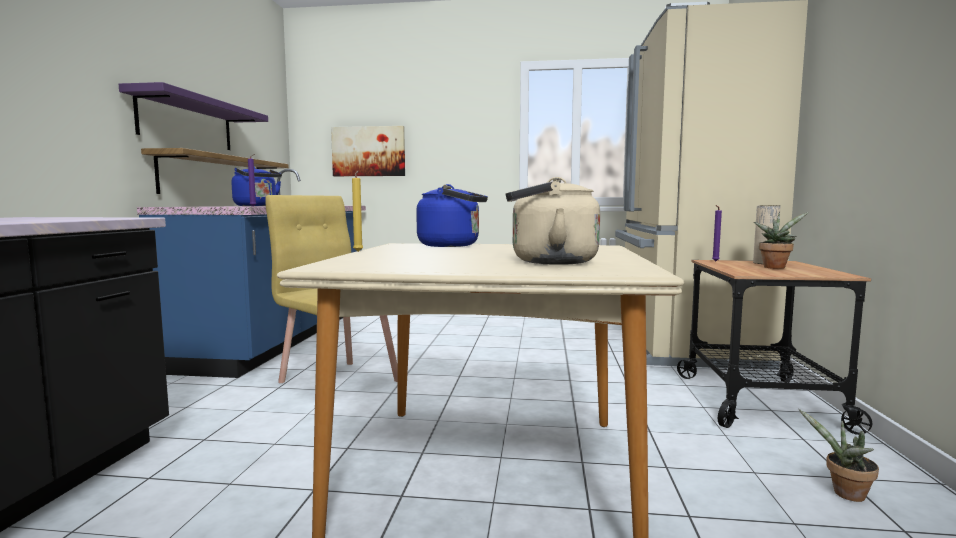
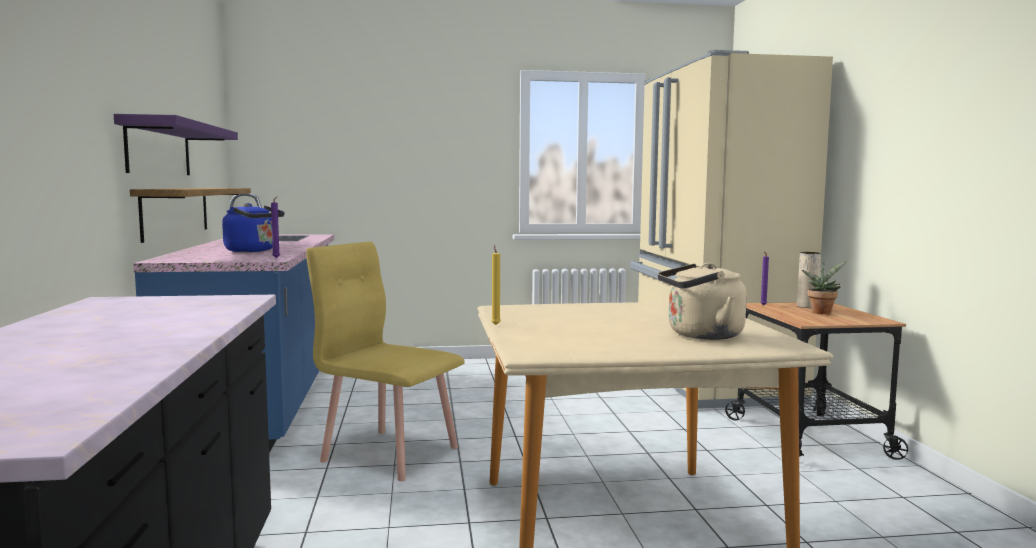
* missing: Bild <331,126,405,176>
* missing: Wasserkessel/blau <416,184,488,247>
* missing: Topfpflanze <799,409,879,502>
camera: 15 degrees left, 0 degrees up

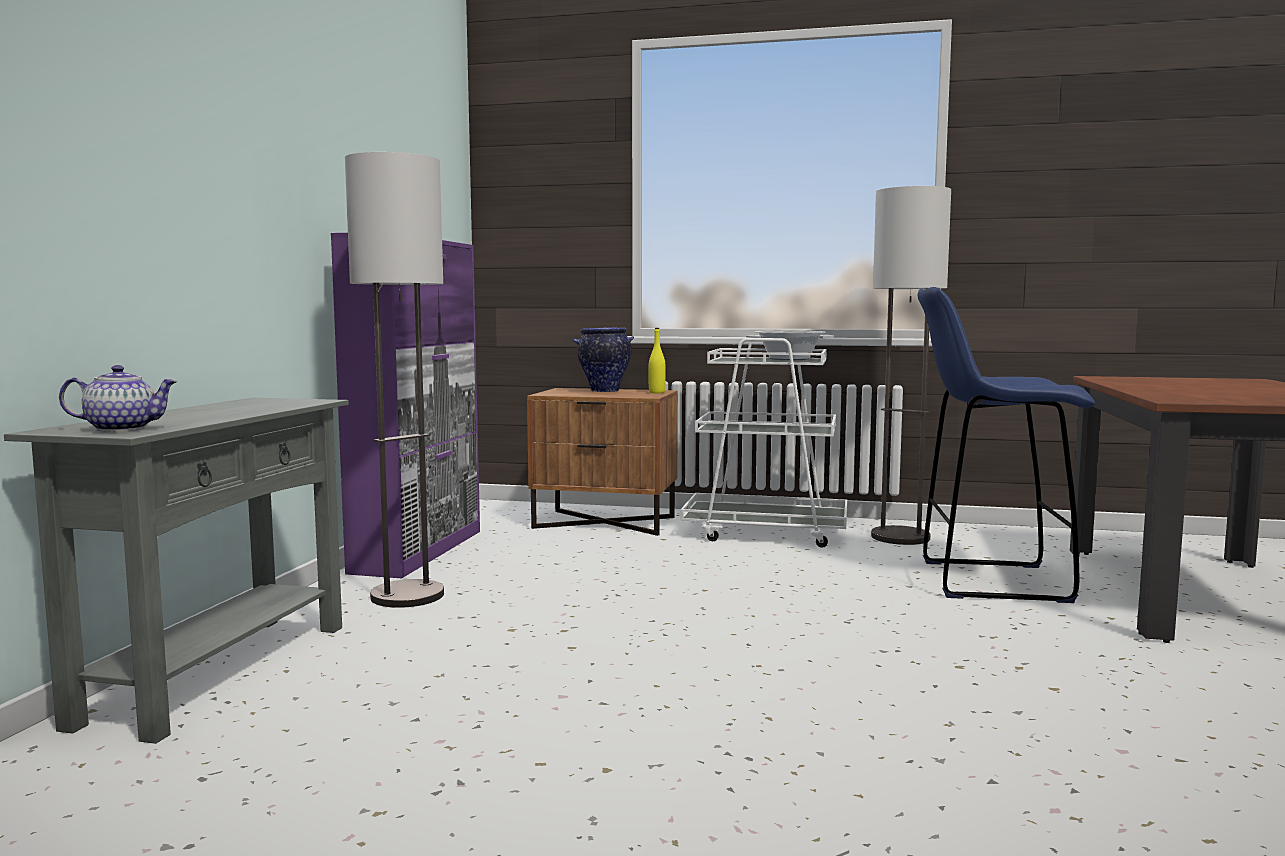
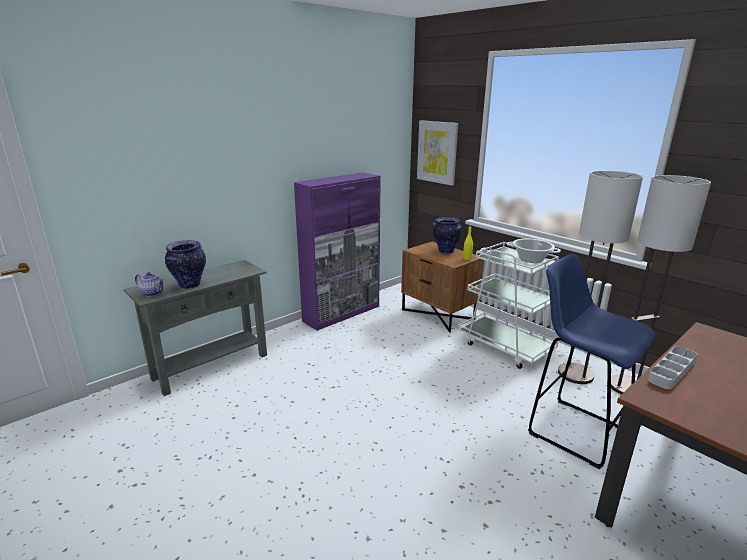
* relocated: Stehlampe <345,152,444,608> to <611,175,711,395>
* appeared: Bild <417,120,458,185>
* appeared: Vase <165,240,206,289>
* appeared: Tablett/grau <648,346,698,389>
camera: 35 degrees right, 15 degrees up

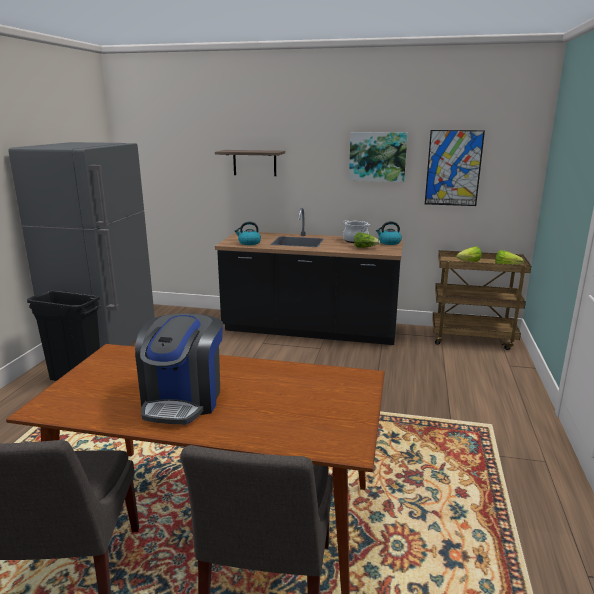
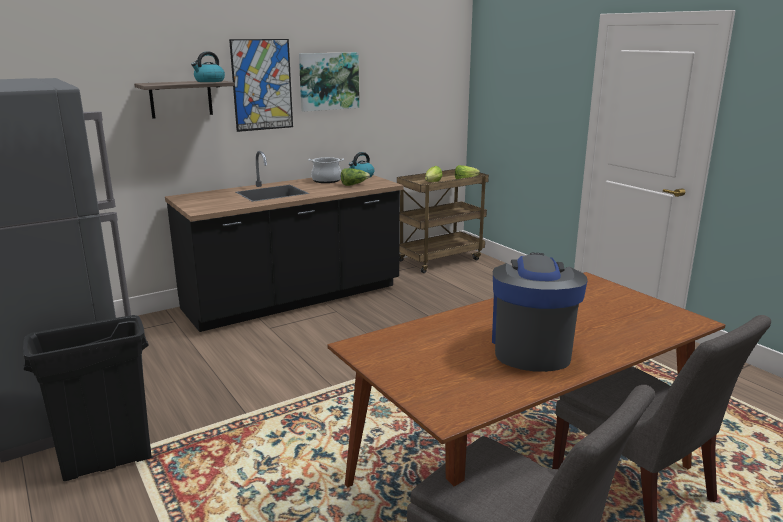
* relocated: Bild <425,130,485,206> to <229,39,293,132>
* relocated: Wasserkessel <235,222,261,245> to <191,51,225,82>
* spun: Kaffeemaschine <135,313,223,425> = <492,253,588,372> 135 degrees counterclockwise
camera: 45 degrees left, 0 degrees up

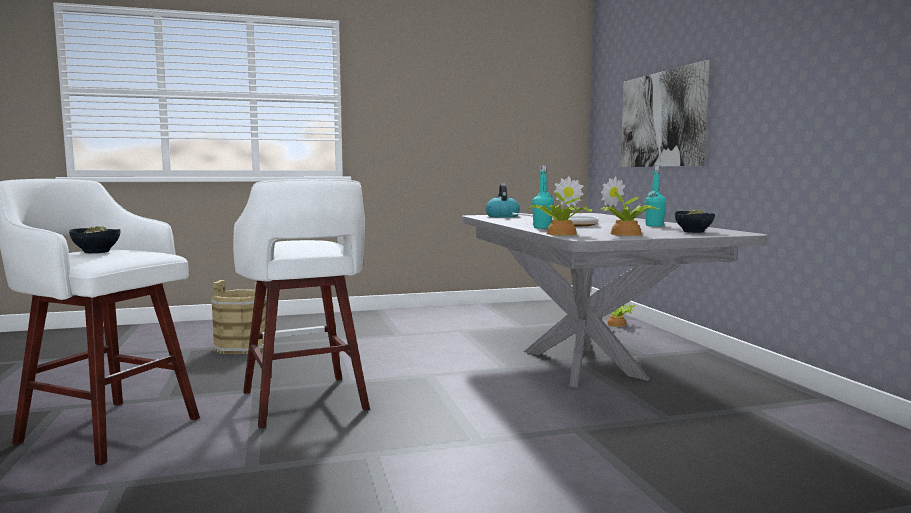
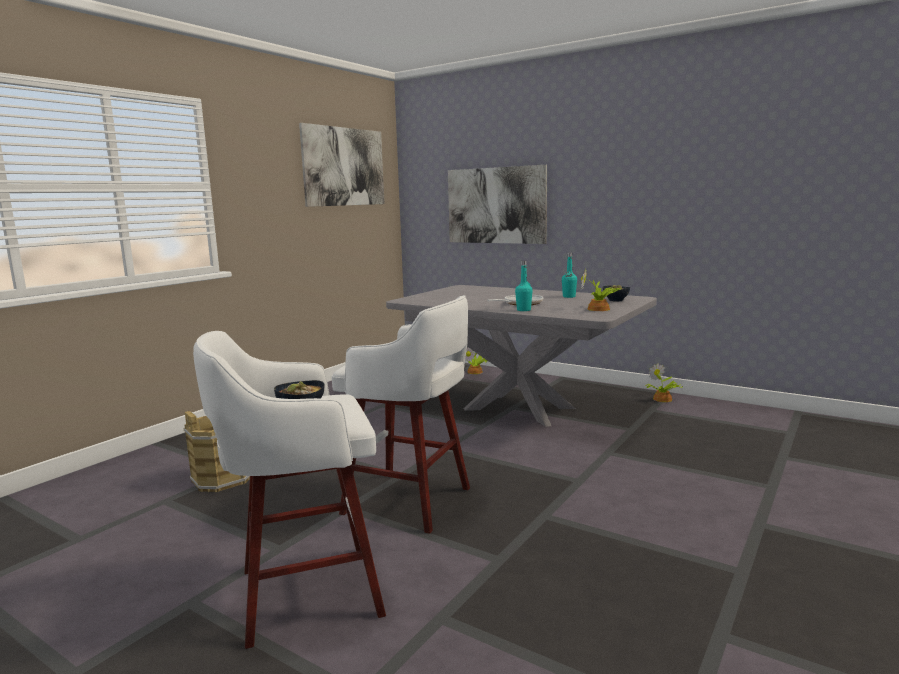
* relocated: Topfpflanze <528,176,592,236> to <645,363,683,402>
* missing: Wasserkessel <486,184,520,218>
* appeared: Bild <299,123,385,207>
camera: 40 degrees left, 5 degrees up

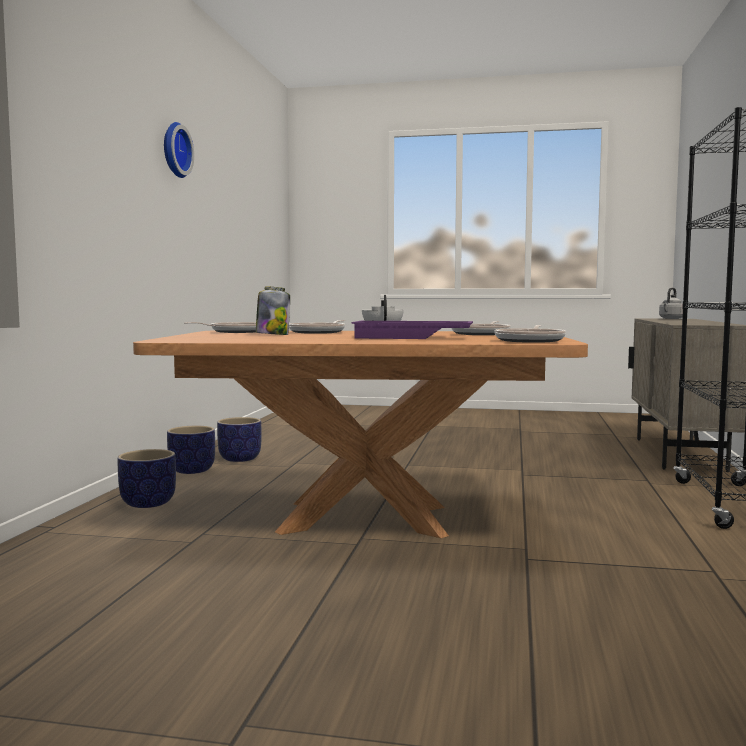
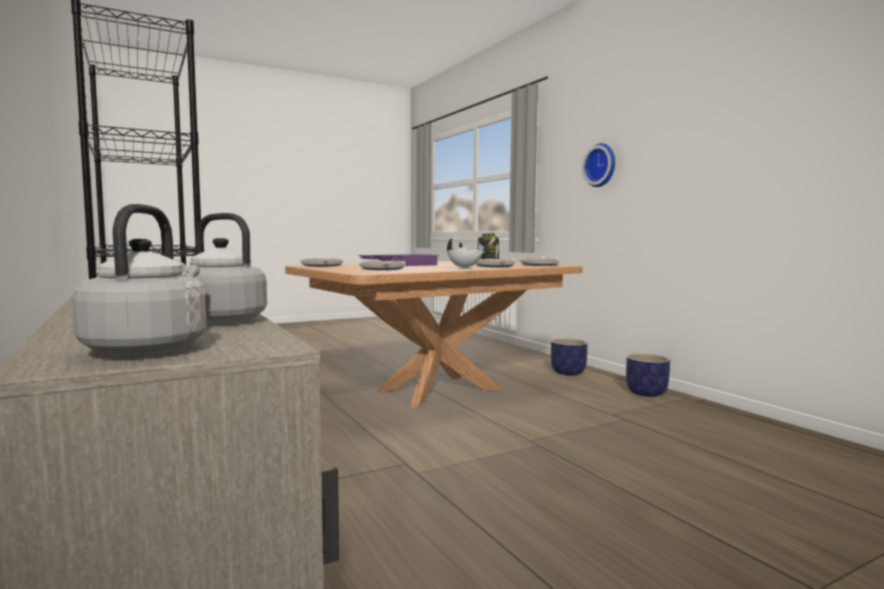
* relocated: Wanduhr <164,122,194,178> to <582,143,615,187>
* missing: Pflanzkübel <217,417,262,462>
* appeared: Wasserkessel/grau <175,213,267,324>
camera: 140 degrees right, 0 degrees up

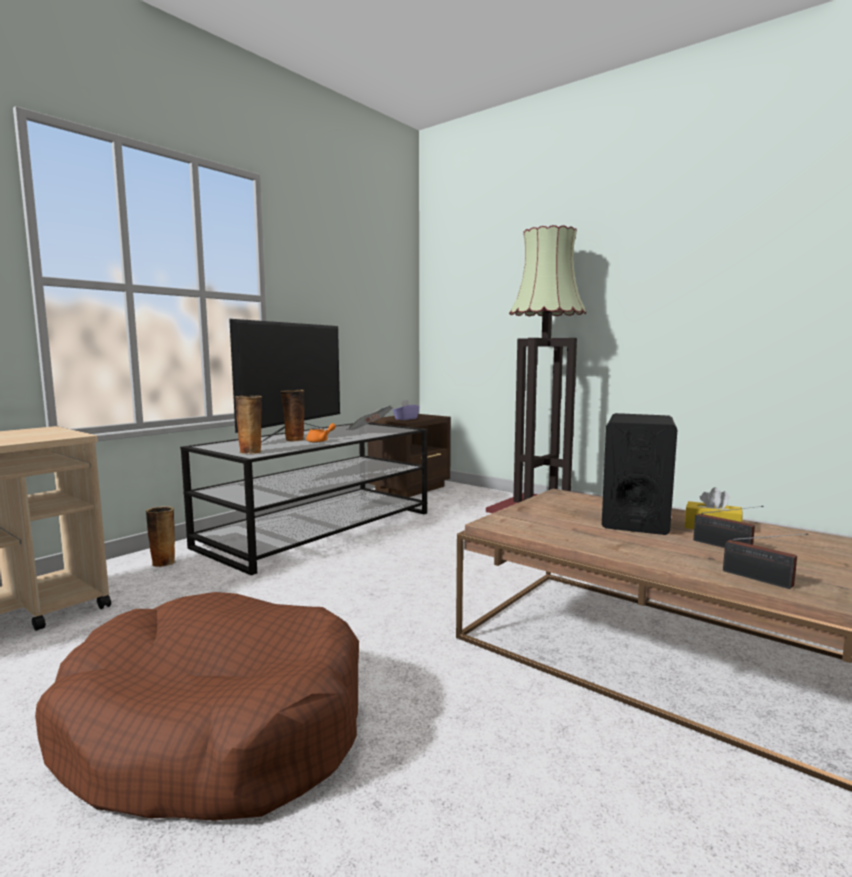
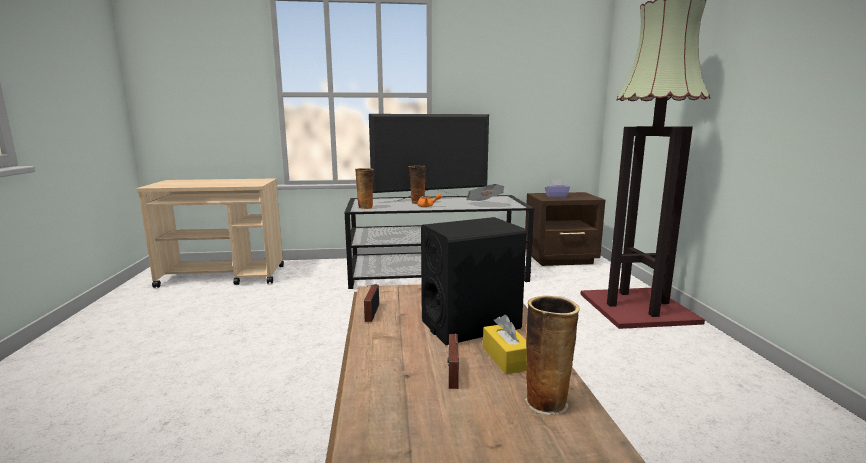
* relocated: Vase <146,506,176,567> to <524,296,580,415>
* relocated: Radio <723,533,808,589> to <364,284,379,322>
* missing: Hundebett/braun <35,592,359,821>
camera: 45 degrees right, 5 degrees up

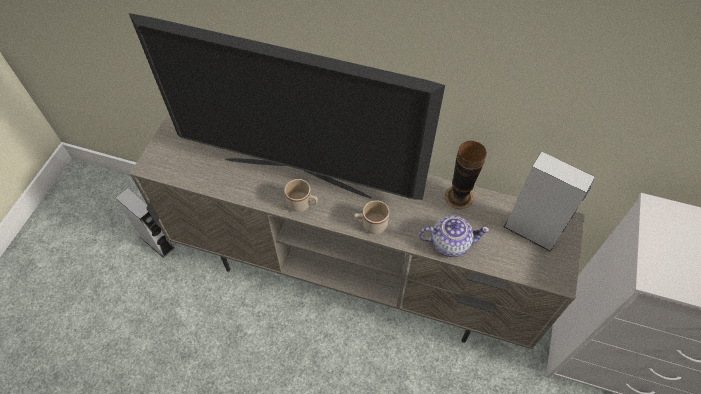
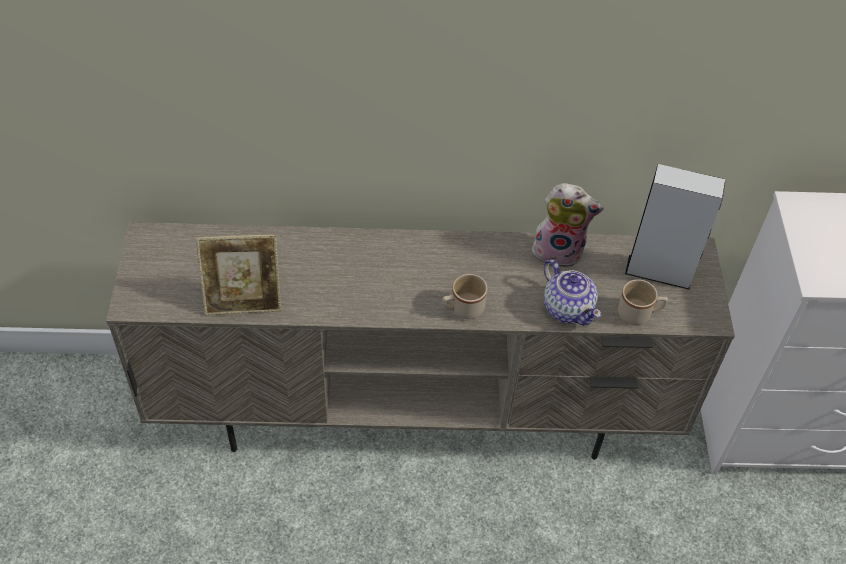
* missing: Fernseher <129,13,445,200>
* exchanged: Vase <445,141,487,209> to Plüschtier <532,183,604,268>
* relocated: Henkelbecher/beige <284,179,318,212> to <618,279,668,325>
* missing: Lautsprecher/grau <115,188,175,258>
* spun: Teekanne <419,215,490,257> = <544,259,601,326> 75 degrees clockwise
* appeared: Bilderrahmen <196,234,282,316>
camera: 20 degrees left, 5 degrees down

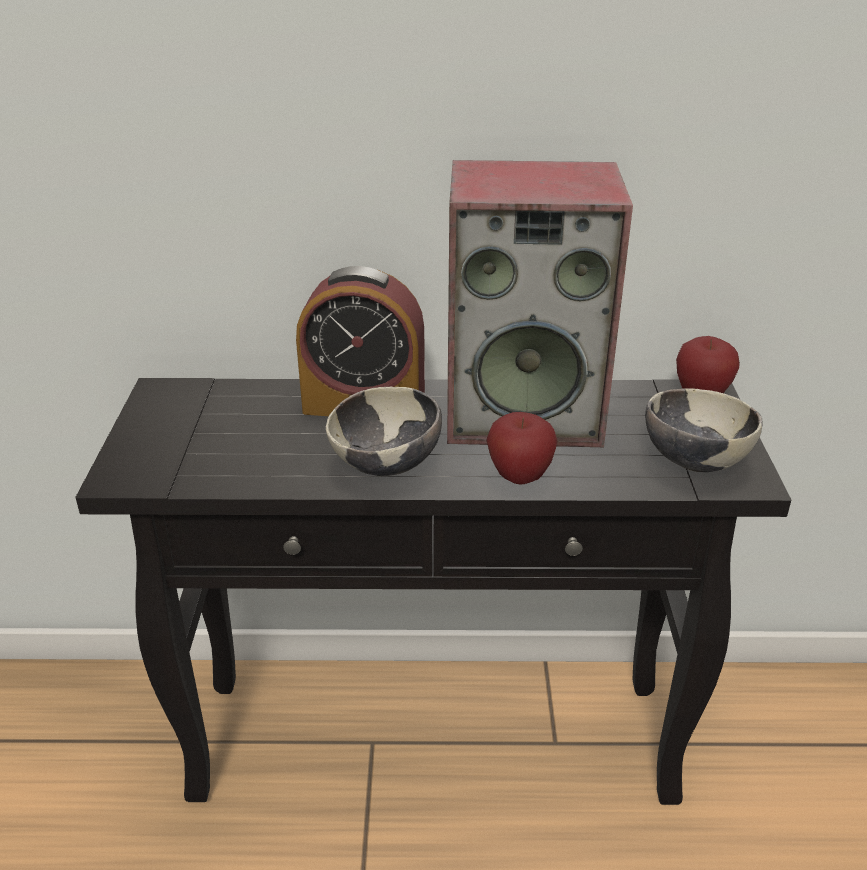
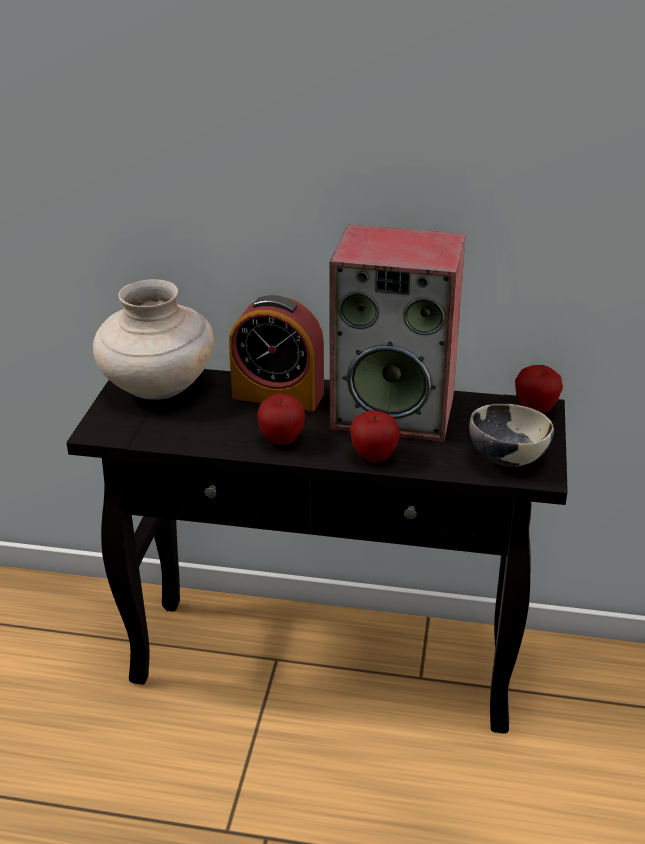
* exchanged: Schüssel <326,387,442,477> to Apfel <257,394,305,445>
* appeared: Vase/beige <93,279,214,400>
camera: 10 degrees right, 0 degrees up

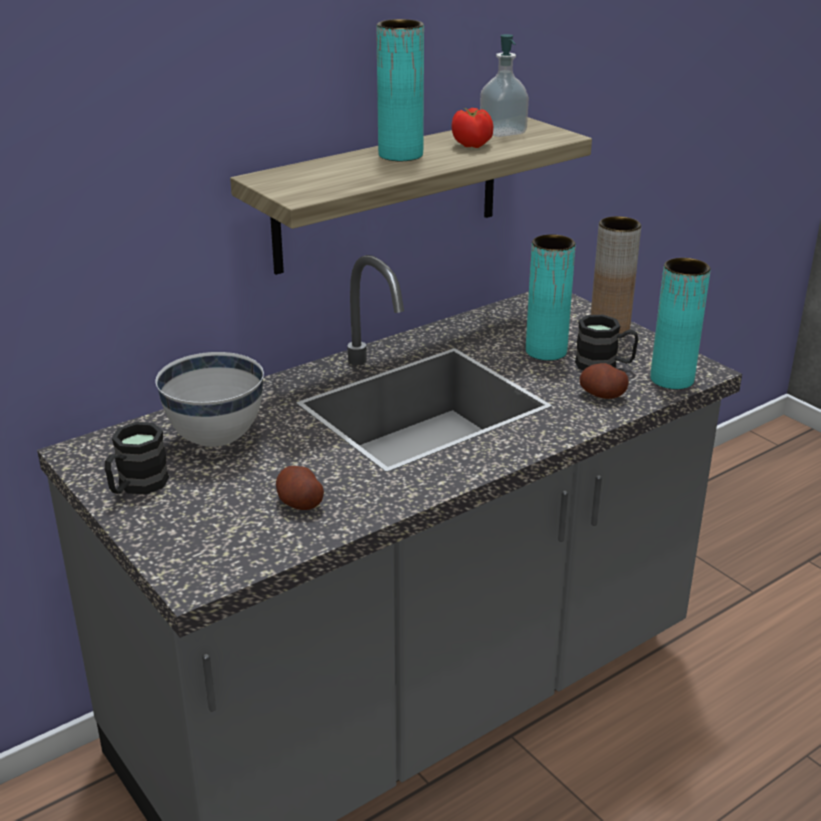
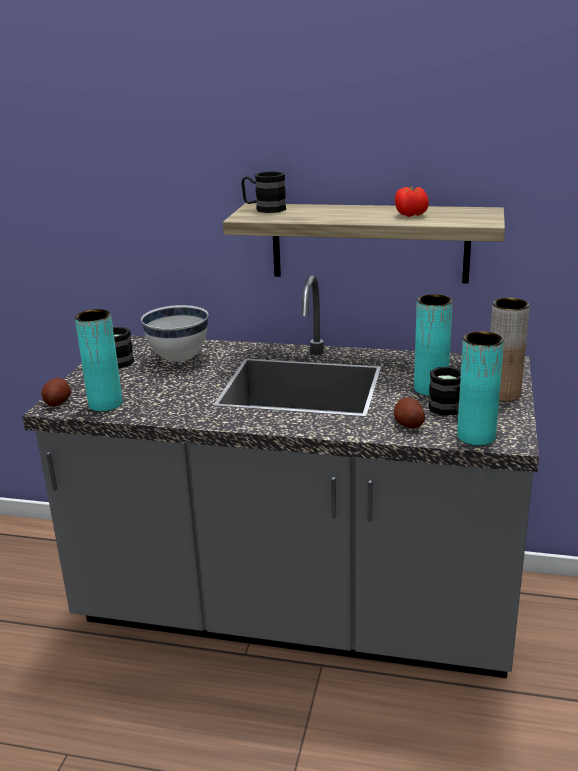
* relocated: Vase/türkis <376,19,424,161> to <75,309,123,412>
* missing: Seifenspender <480,34,529,137>
* relocated: Kartoffel <276,466,324,510> to <41,378,71,406>
* appeared: Henkelbecher/schwarz <241,171,286,213>
camera: 50 degrees right, 5 degrees down

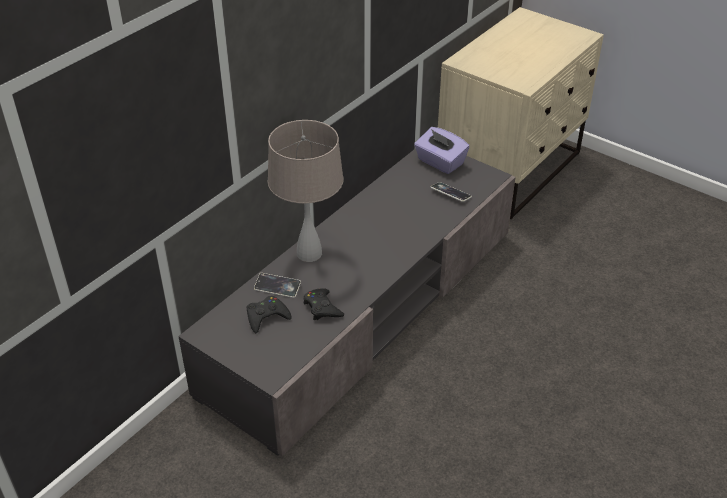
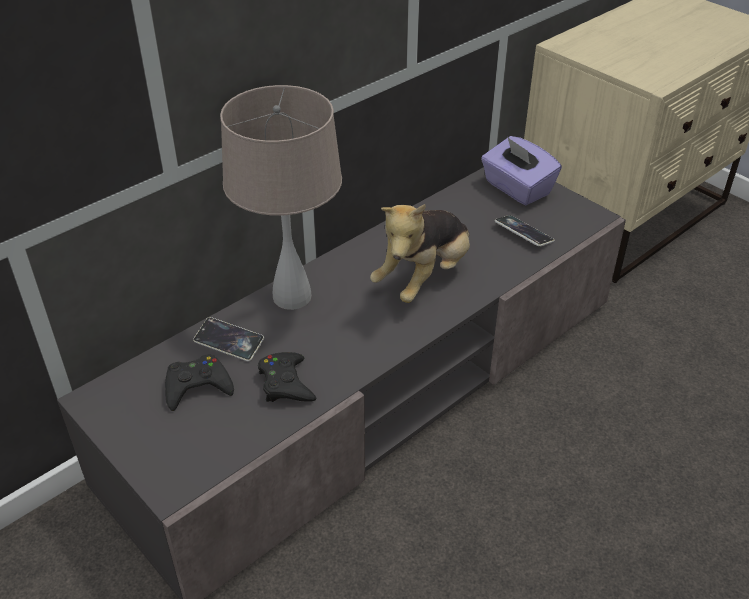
* appeared: Plüschtier <370,204,470,303>
camera: 10 degrees right, 0 degrees up

